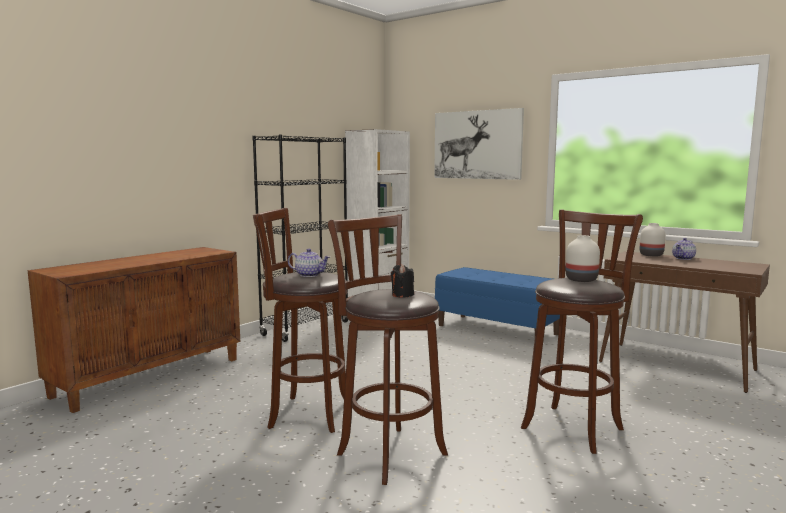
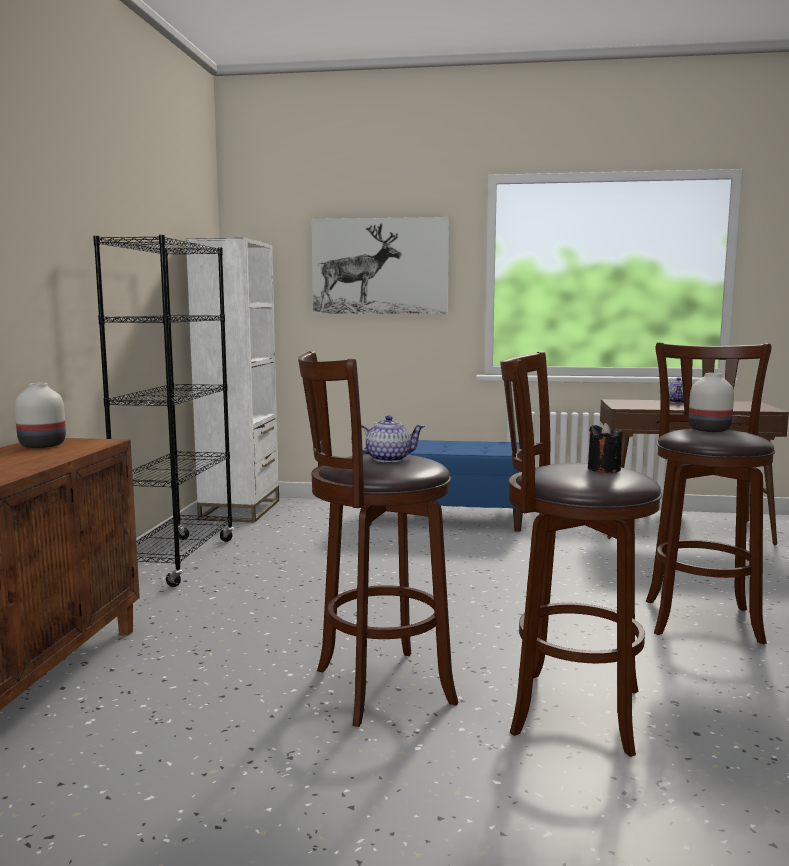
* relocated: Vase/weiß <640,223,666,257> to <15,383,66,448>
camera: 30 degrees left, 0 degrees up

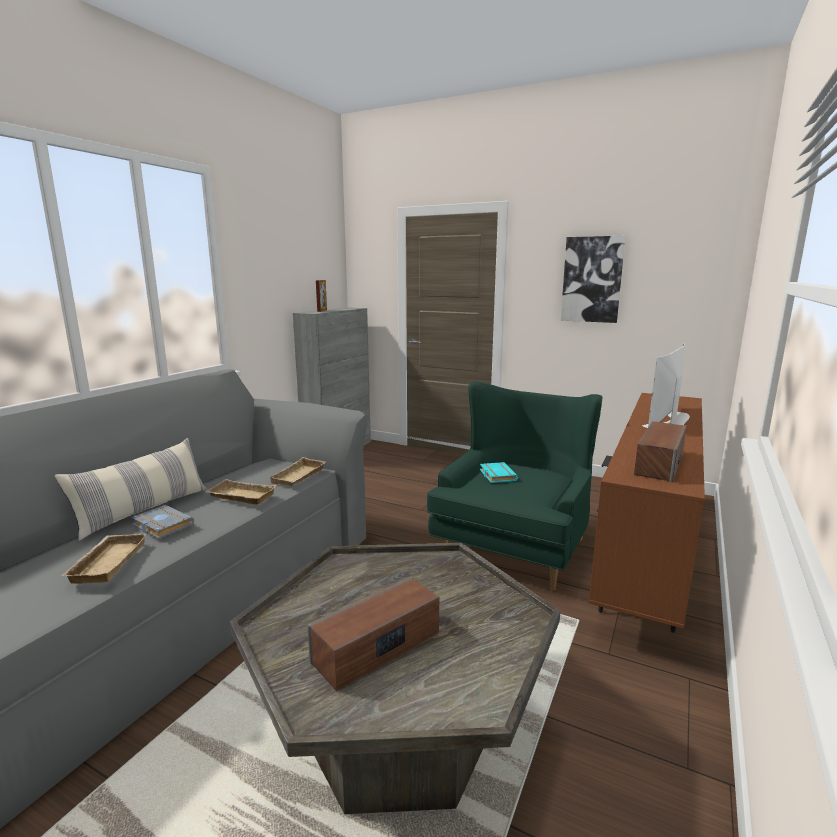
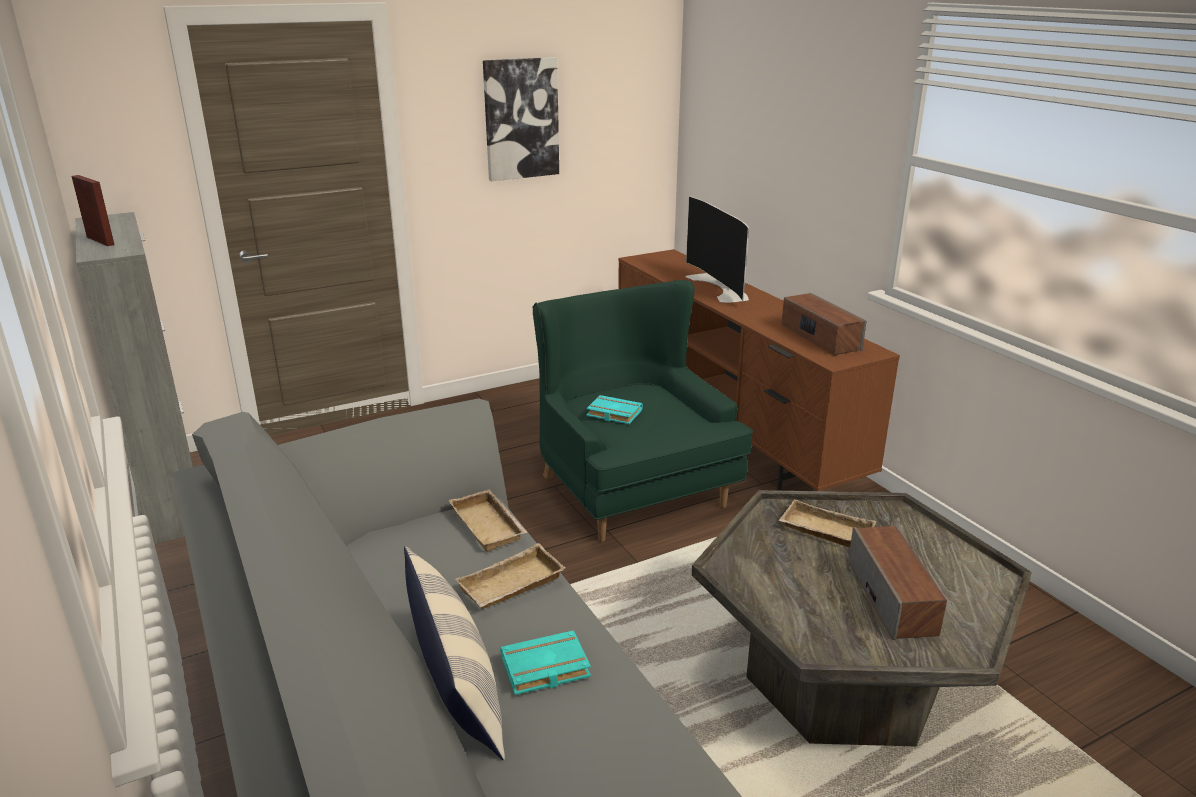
* colour: Buch/grau <131,505,194,539> to Buch/türkis <500,630,591,695>
* relocated: Tablett/beige <61,533,146,584> to <779,499,876,548>
camera: 55 degrees left, 10 degrees up

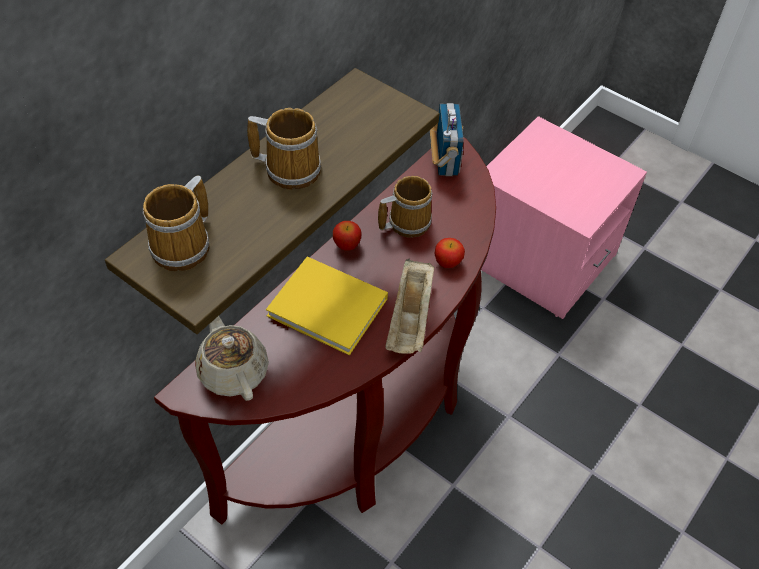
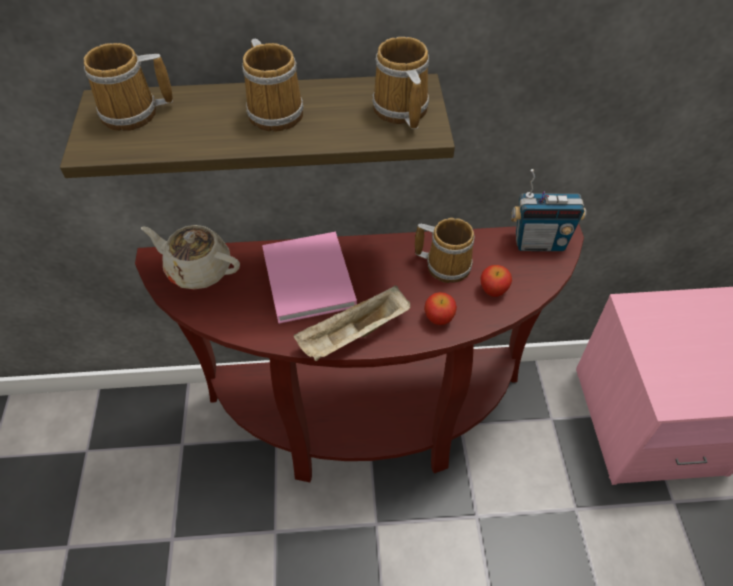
* spun: Radio <430,103,464,176> = <511,169,586,251> 45 degrees clockwise
* relocated: Apfel <333,221,361,251> to <481,265,512,297>
* colour: Buch/gelb <266,257,388,356> to Buch/rosa <262,232,357,324>
* spun: Teekanne/beige <195,316,269,401> = <141,225,240,290> 90 degrees counterclockwise
* appeared: Henkelbecher <372,37,429,129>
camera: 50 degrees right, 0 degrees up

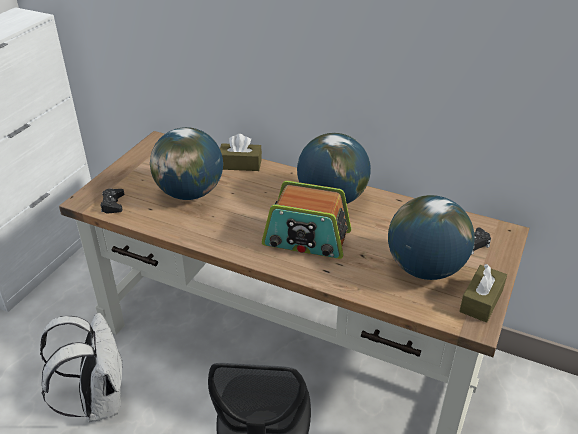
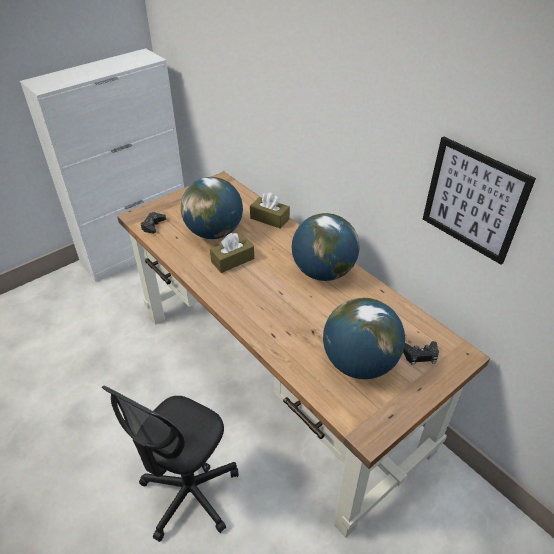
* missing: Radio <262,181,351,259>
* relocated: Taschentuchbox/braun <459,264,507,323> to <210,233,254,273>
* missing: Rucksack/weiß <40,313,123,422>
* appeared: Bild <423,136,536,265>
camera: 25 degrees right, 5 degrees up

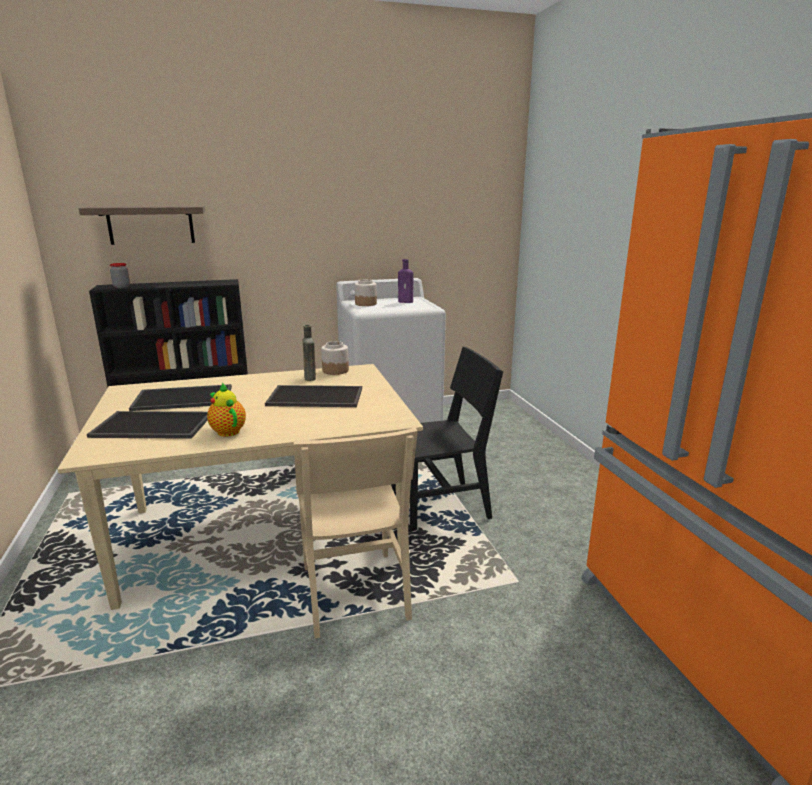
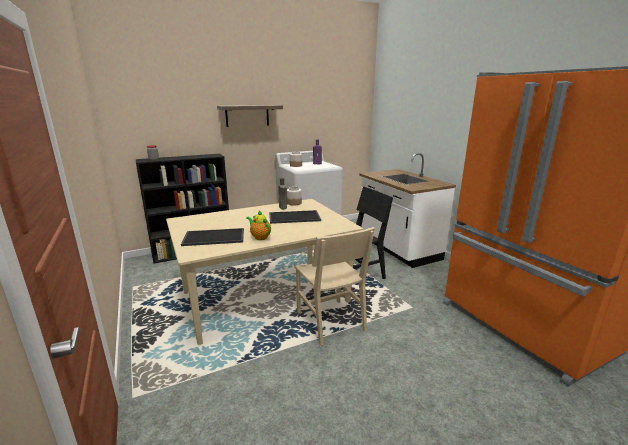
* relocated: Wandregal <79,206,205,245> to <217,105,283,127>
* missing: Tablett <129,384,232,411>
* appeared: Küchenzeile/weiß <359,153,456,268>
camera: 10 degrees left, 0 degrees up

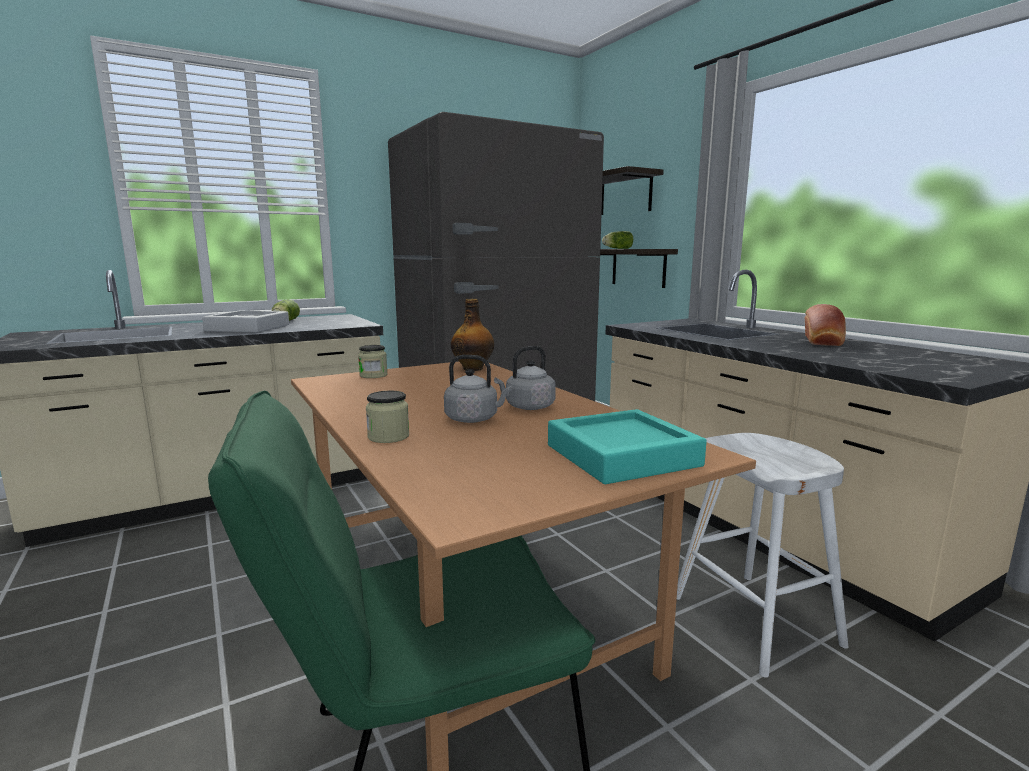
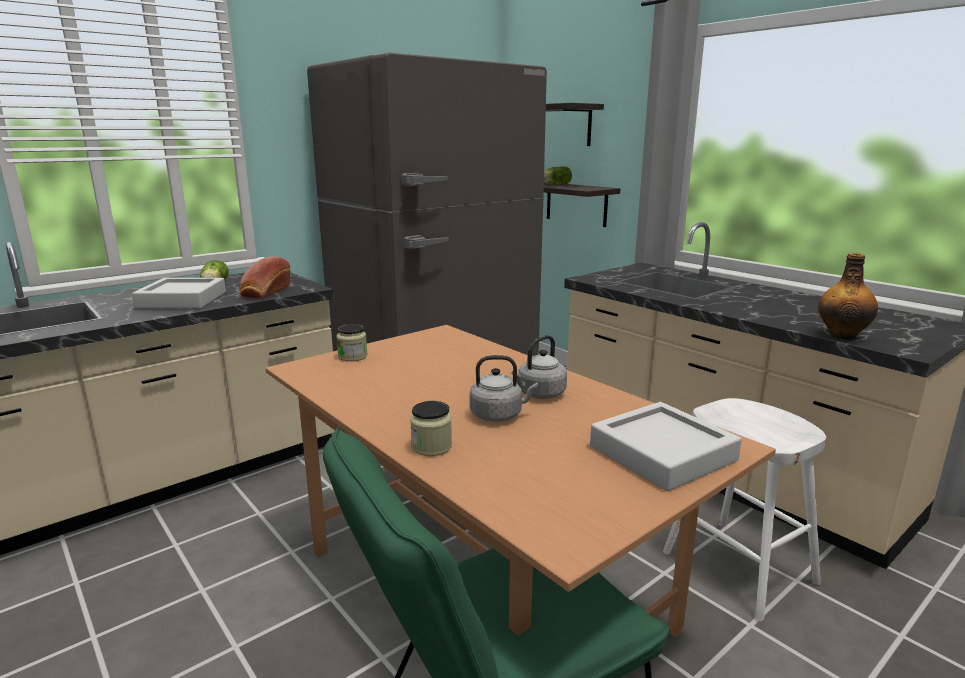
* relocated: Flasche <451,299,494,371> to <818,253,878,340>
* relocated: Brot <805,304,846,346> to <240,256,291,298>
* colour: Tablett/türkis <548,409,707,484> to Tablett/grau <590,402,742,491>
camera: 10 degrees left, 5 degrees up

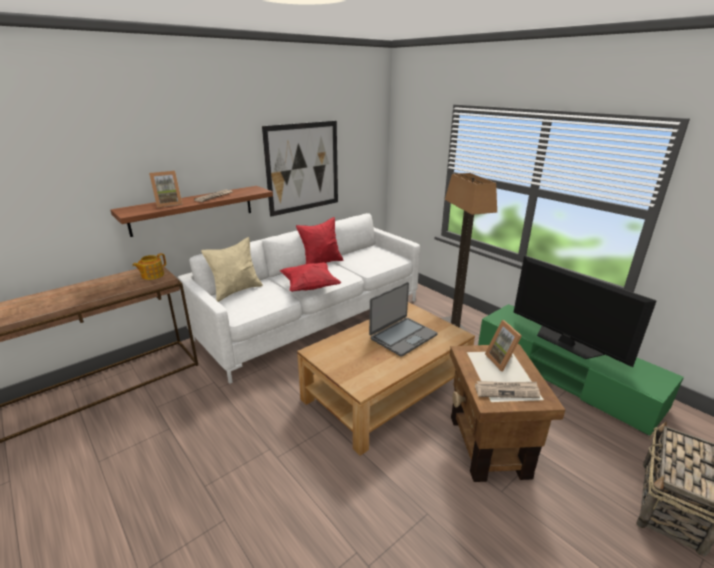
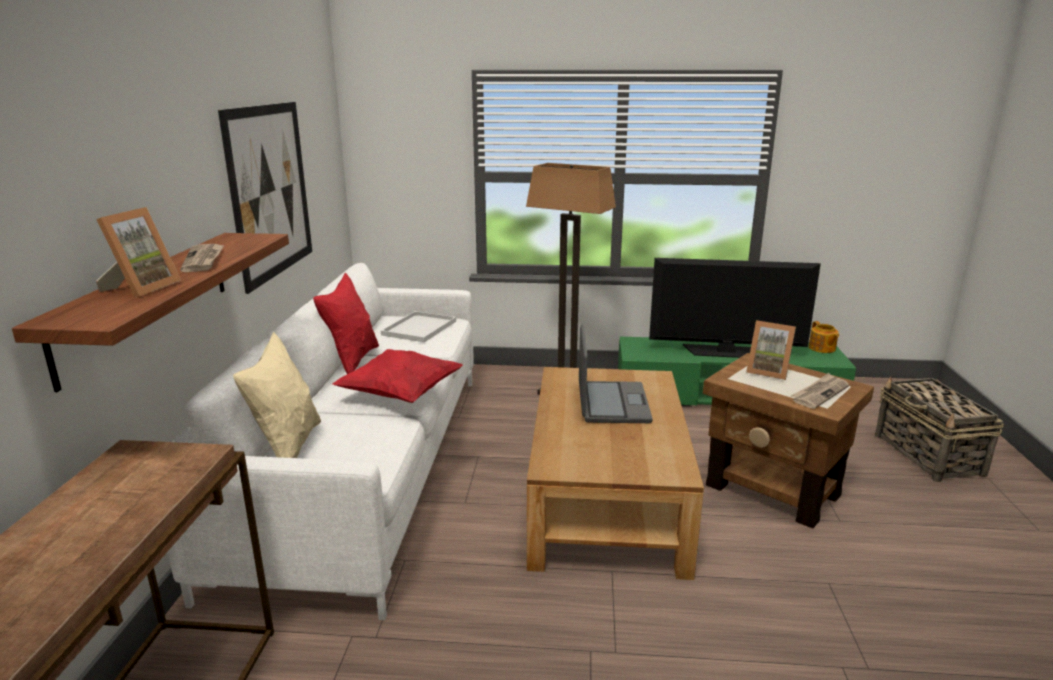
* relocated: Teekanne <132,253,166,280> to <809,321,839,353>
* appeared: Tablett/weiß <381,311,456,342>
camera: 45 degrees left, 5 degrees down

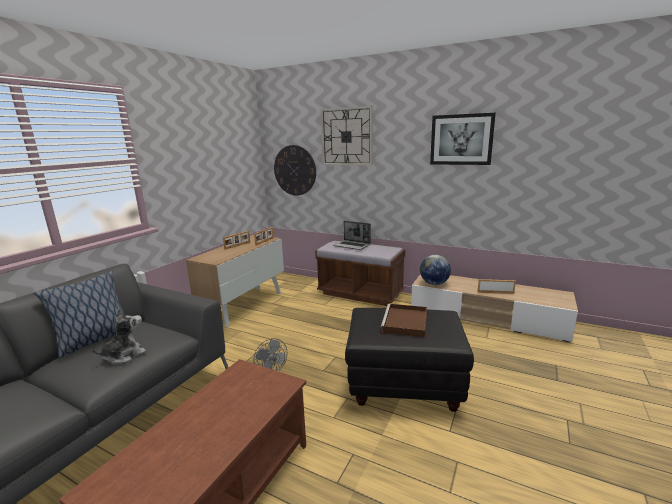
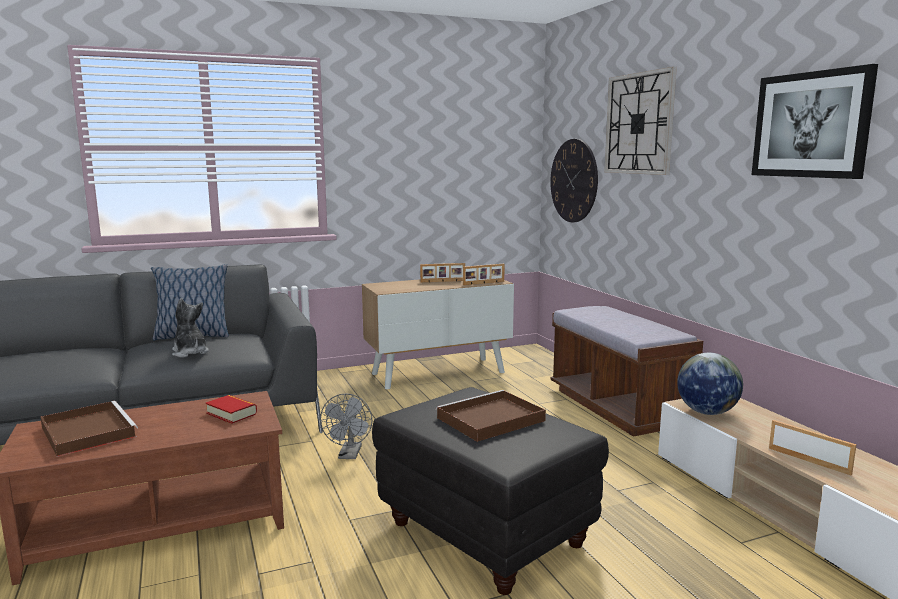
* missing: Laptop <333,221,371,250>
* spun: Plüschtier <91,309,146,364> = <172,298,209,357> 120 degrees counterclockwise
* appeared: Buch <205,395,257,424>
* appeared: Tablett/braun <40,401,138,457>
camera: 40 degrees right, 5 degrees down

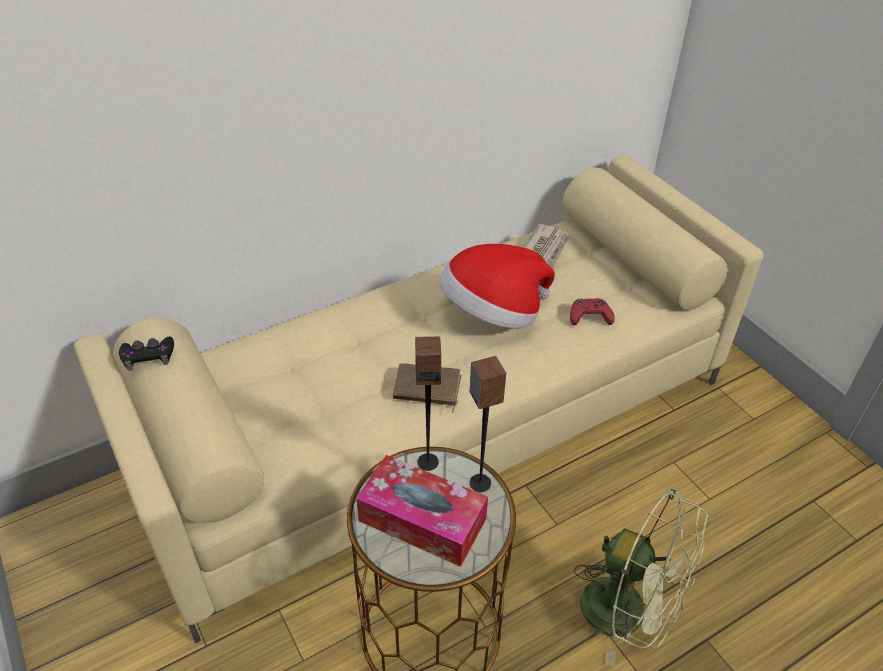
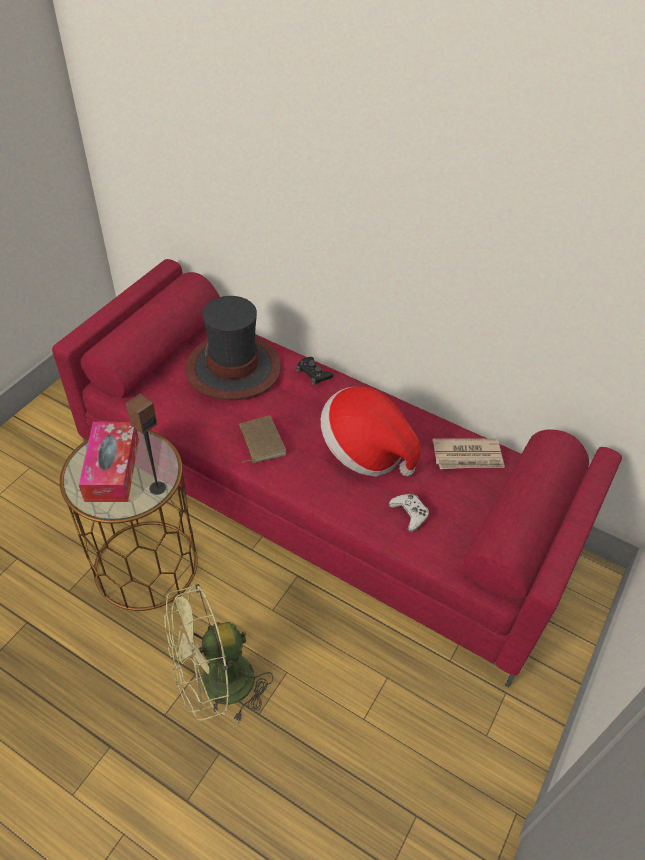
* colour: Sofa/beige <74,155,763,643> to Sofa/rot <52,259,622,688>
* colour: Gamepad/rot <570,298,615,325> to Gamepad/weiß <389,494,429,532>
* relocated: Gamepad/schwarz <119,336,174,371> to <296,357,333,385>
* missing: Lautsprecher <415,336,441,471>
* spun: Ventilator/grün <574,489,708,666> = <164,584,273,724> 60 degrees clockwise
* appeared: Hut <185,296,281,400>
camera: 60 degrees right, 5 degrees up

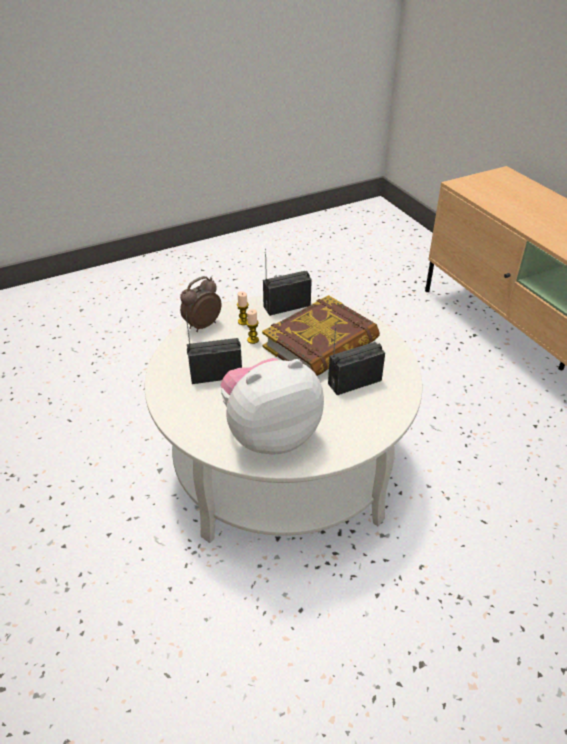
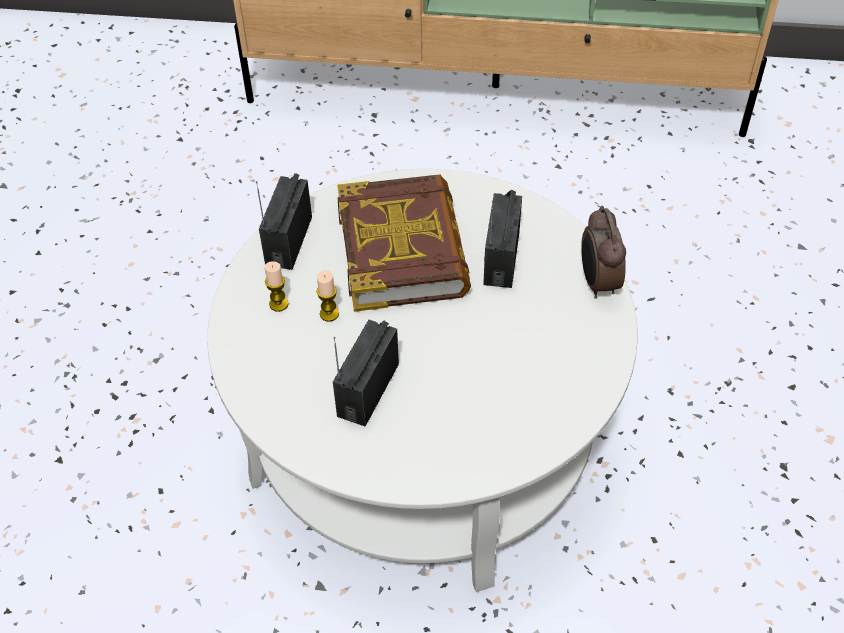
* relocated: Wecker <180,276,222,332> to <581,206,626,299>
* missing: Plüschtier <221,358,324,454>
camera: 55 degrees left, 10 degrees up

